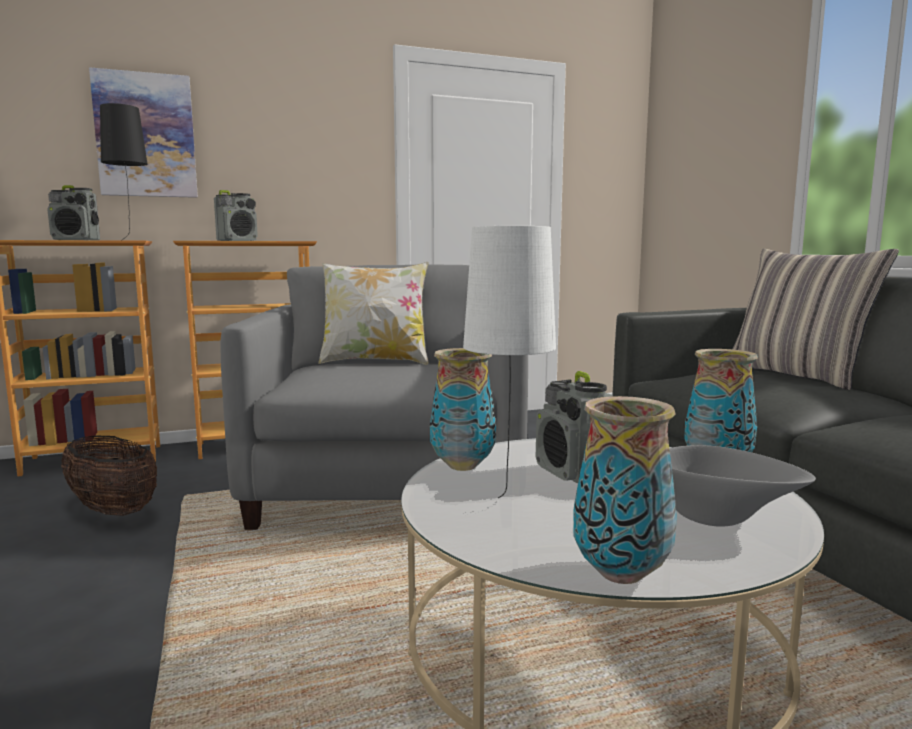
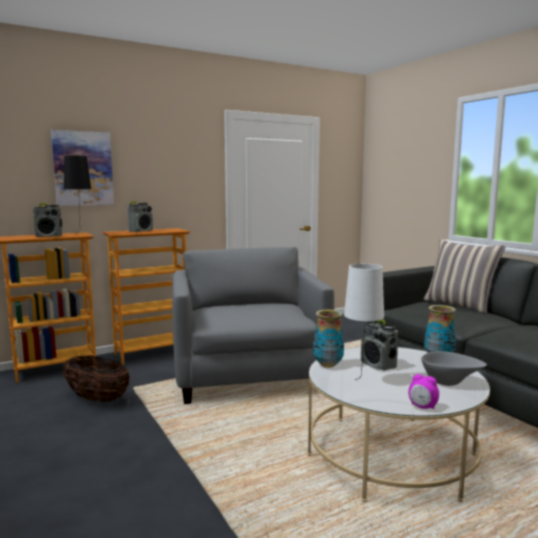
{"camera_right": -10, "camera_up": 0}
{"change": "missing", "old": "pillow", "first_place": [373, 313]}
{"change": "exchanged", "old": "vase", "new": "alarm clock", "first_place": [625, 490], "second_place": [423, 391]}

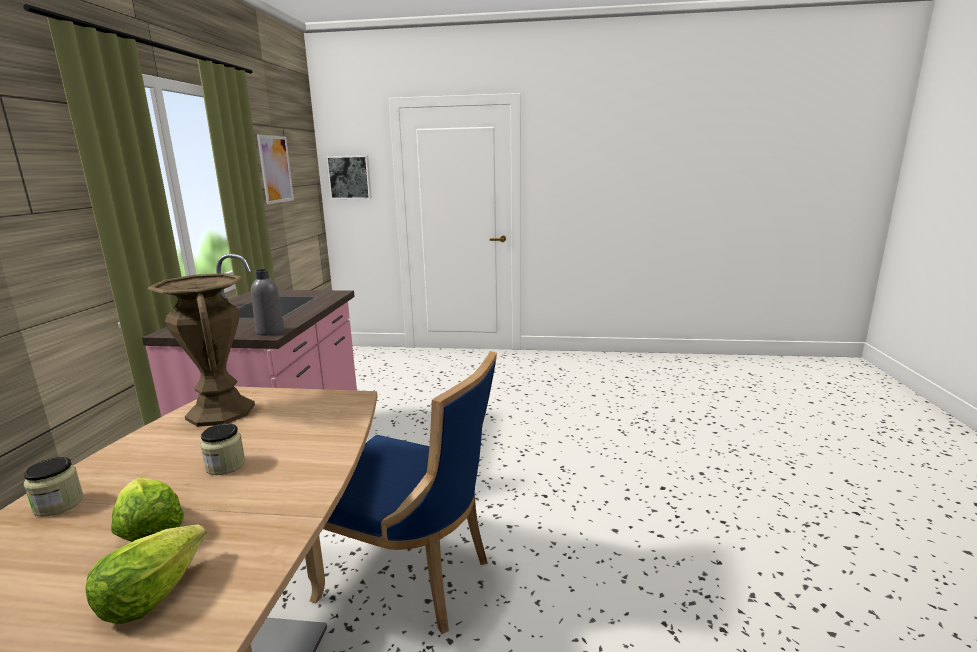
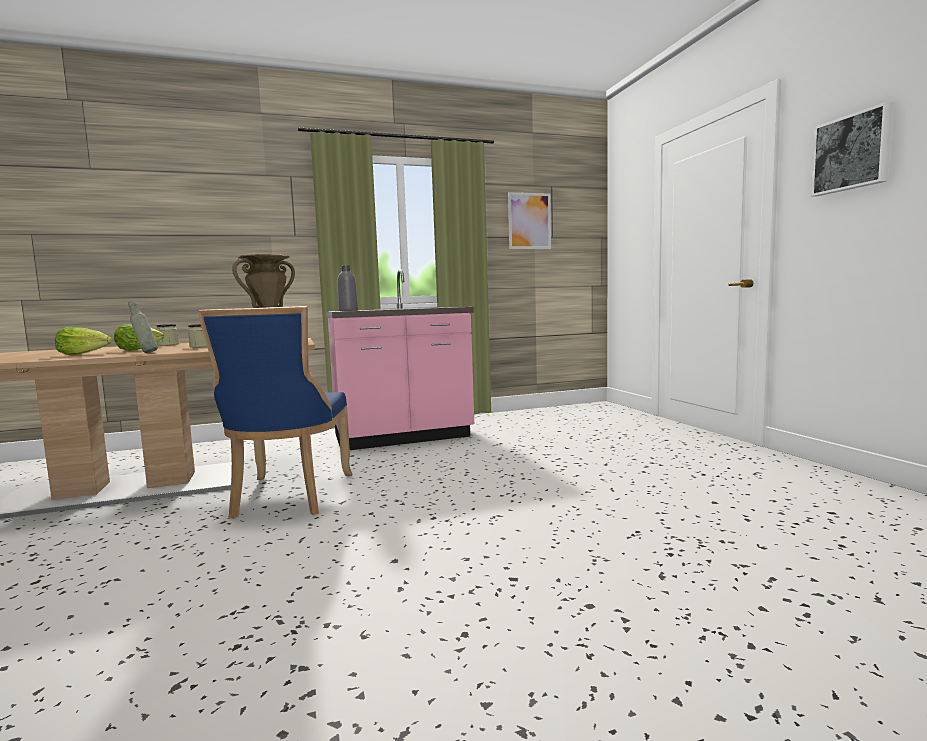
{"camera_right": 65, "camera_up": -10}
{"change": "relocated", "old": "picture", "first_place": [349, 177], "second_place": [852, 149]}
{"change": "appeared", "new": "grey bottle", "second_place": [143, 327]}

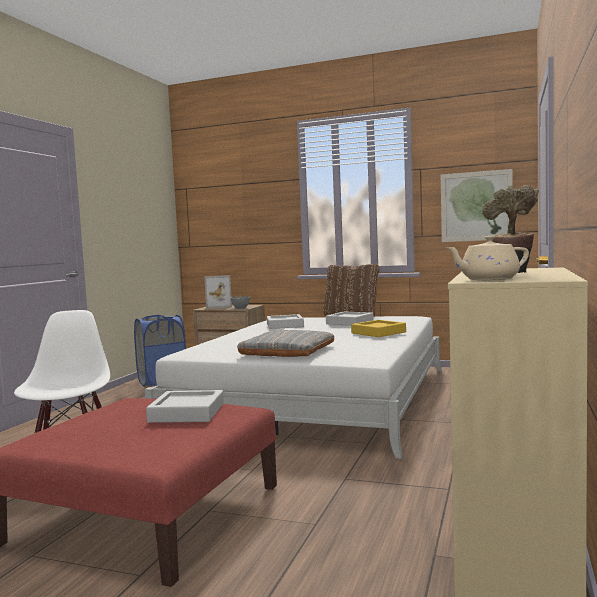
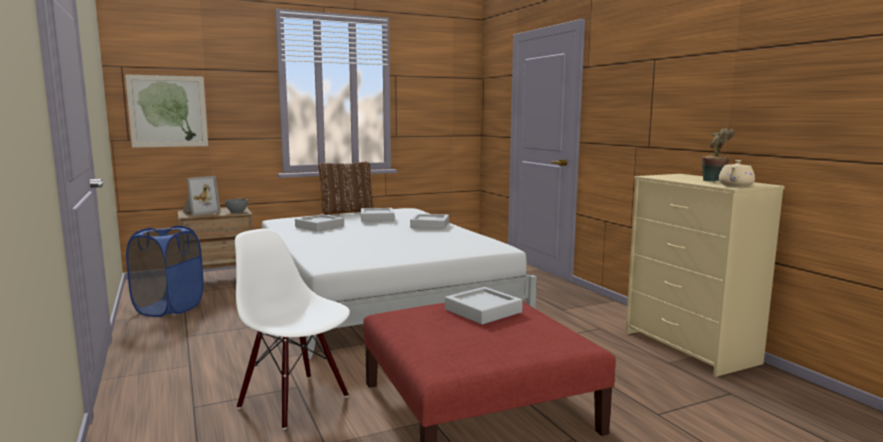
{"camera_right": -45, "camera_up": 5}
{"change": "relocated", "old": "picture", "first_place": [477, 205], "second_place": [166, 111]}
{"change": "colour", "old": "yellow tray", "new": "grey tray", "first_place": [378, 328], "second_place": [429, 221]}
{"change": "missing", "old": "grey pillow", "first_place": [286, 343]}

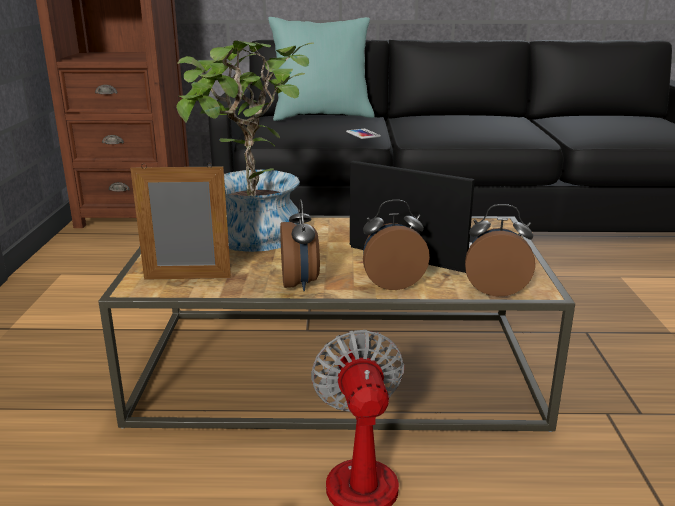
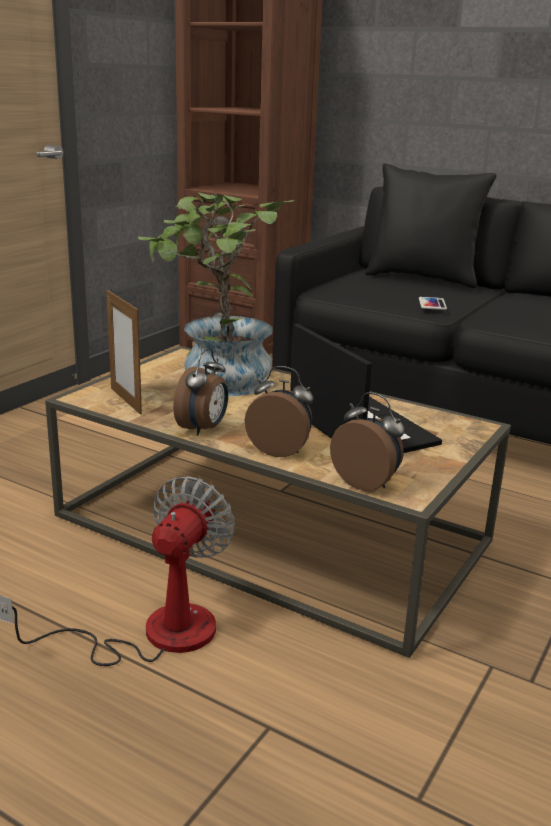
{"camera_right": 30, "camera_up": 0}
{"change": "colour", "old": "turquoise pillow", "new": "black pillow", "first_place": [321, 69], "second_place": [431, 225]}
{"change": "spun", "old": "picture frame", "first_place": [180, 221], "second_place": [124, 352], "degrees": -150}

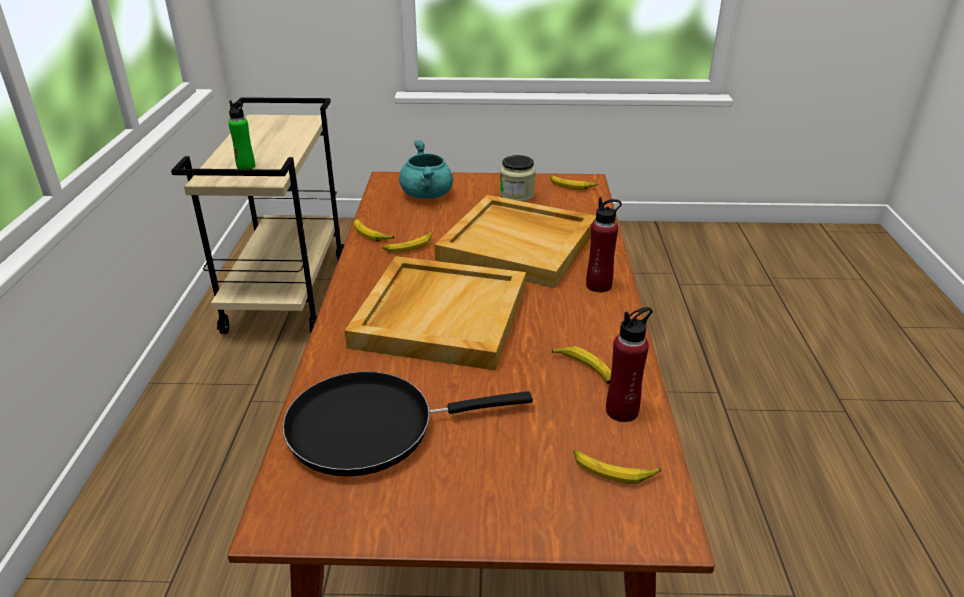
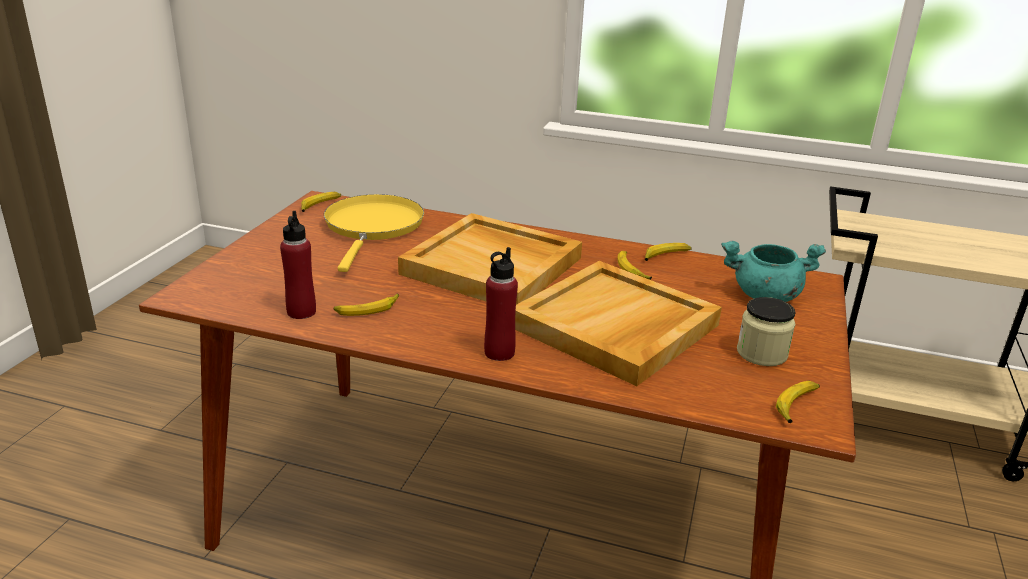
{"camera_right": 105, "camera_up": -5}
{"change": "missing", "old": "green bottle", "first_place": [241, 134]}
{"change": "colour", "old": "black frying pan", "new": "yellow frying pan", "first_place": [407, 423], "second_place": [374, 233]}
{"change": "relocated", "old": "banana", "first_place": [617, 466], "second_place": [321, 202]}

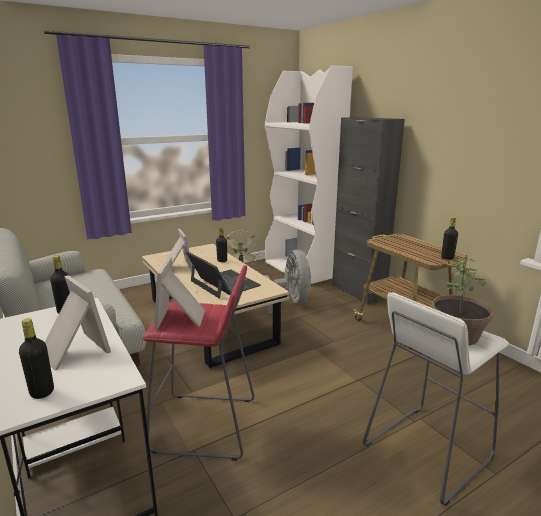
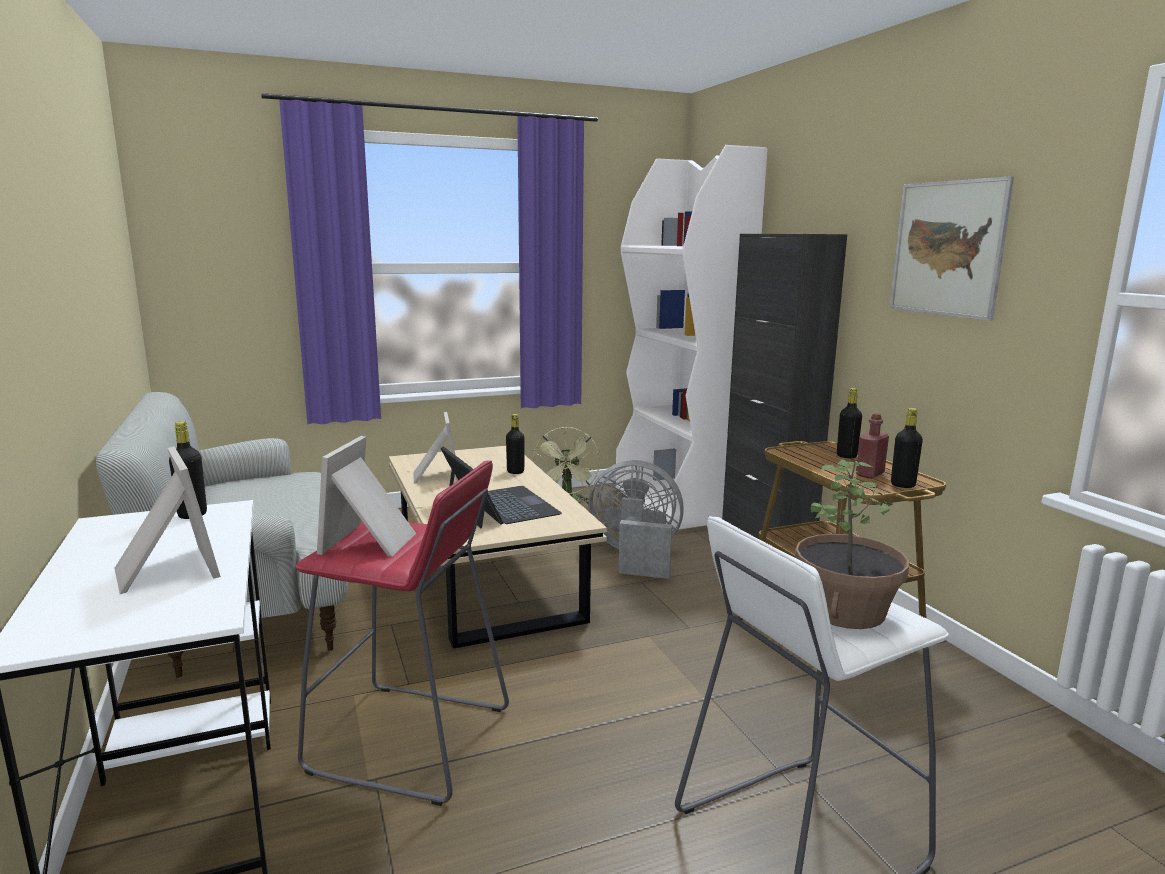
{"camera_right": 10, "camera_up": -5}
{"change": "spun", "old": "grey fan", "first_place": [287, 282], "second_place": [636, 519], "degrees": -75}
{"change": "relocated", "old": "black bottle", "first_place": [36, 358], "second_place": [849, 423]}
{"change": "appeared", "new": "picture", "second_place": [951, 248]}
{"change": "appeared", "new": "red bottle", "second_place": [872, 446]}

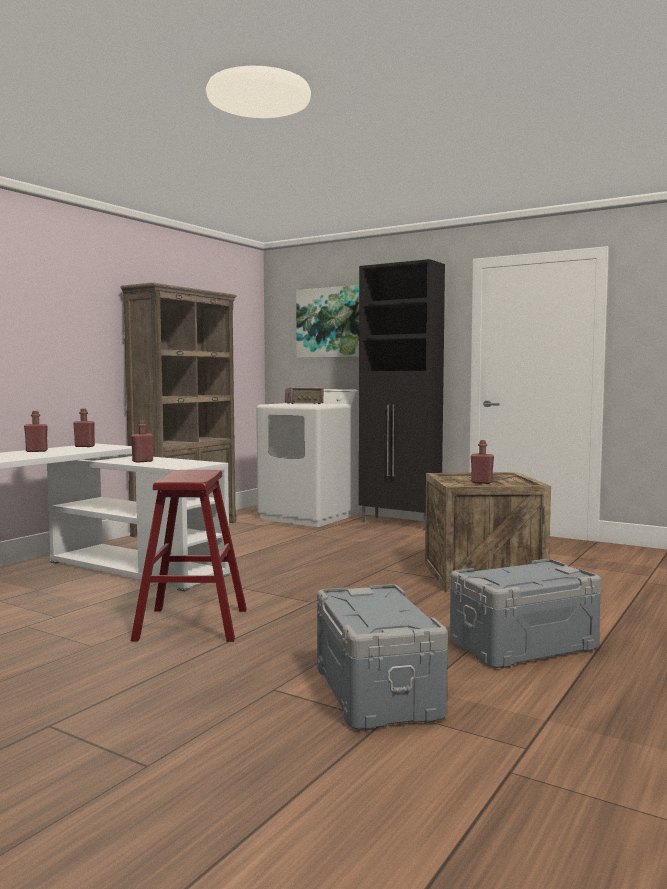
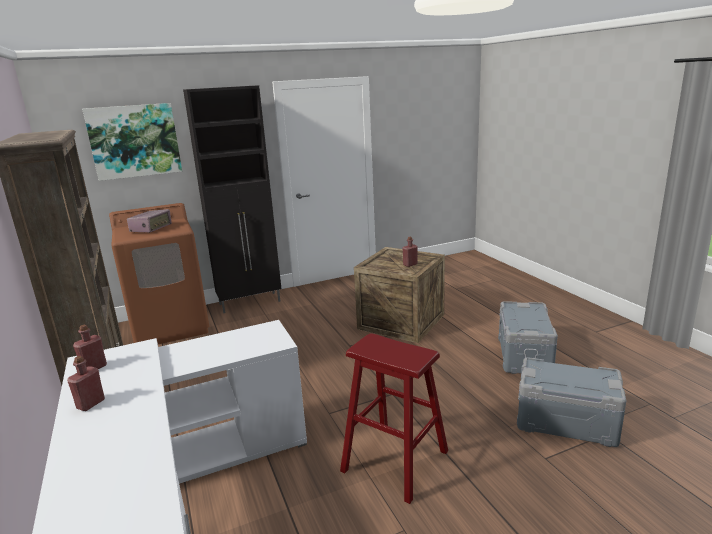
{"camera_right": -55, "camera_up": 15}
{"change": "colour", "old": "white washing machine", "new": "brown washing machine", "first_place": [308, 458], "second_place": [159, 273]}
{"change": "missing", "old": "red bottle", "first_place": [142, 442]}

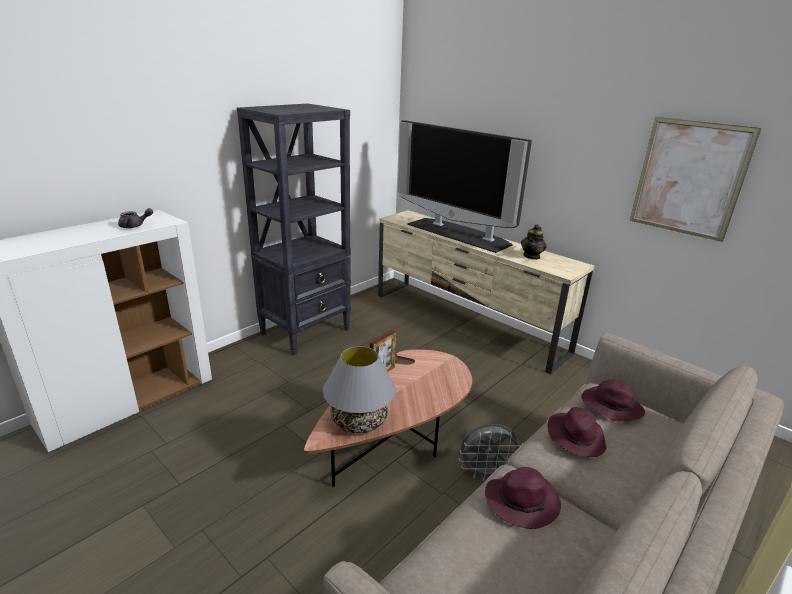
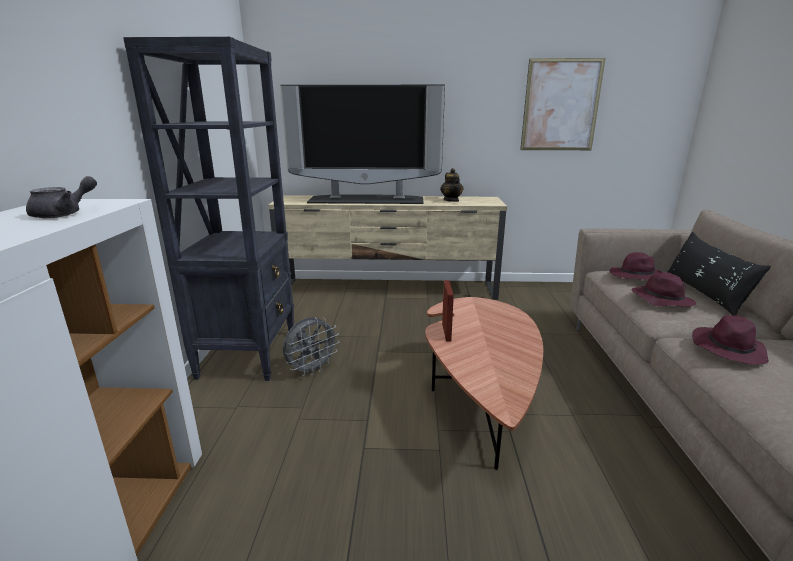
{"camera_right": -40, "camera_up": -5}
{"change": "missing", "old": "grey table lamp", "first_place": [359, 389]}
{"change": "relocated", "old": "grey fan", "first_place": [491, 452], "second_place": [311, 346]}
{"change": "appeared", "new": "black pillow", "second_place": [719, 274]}

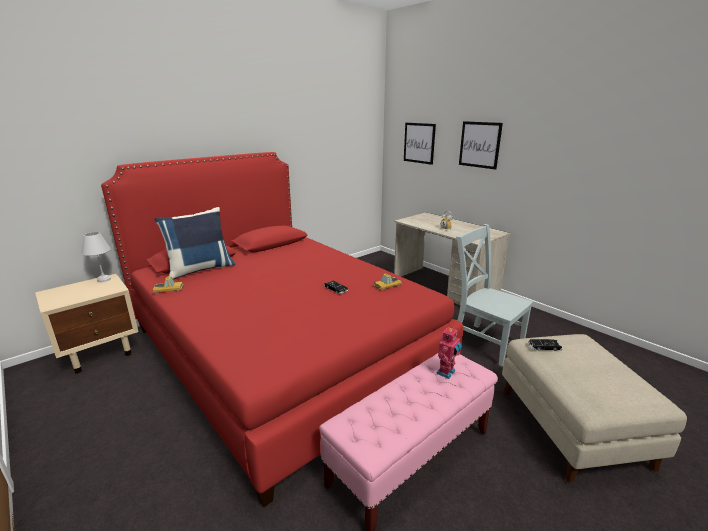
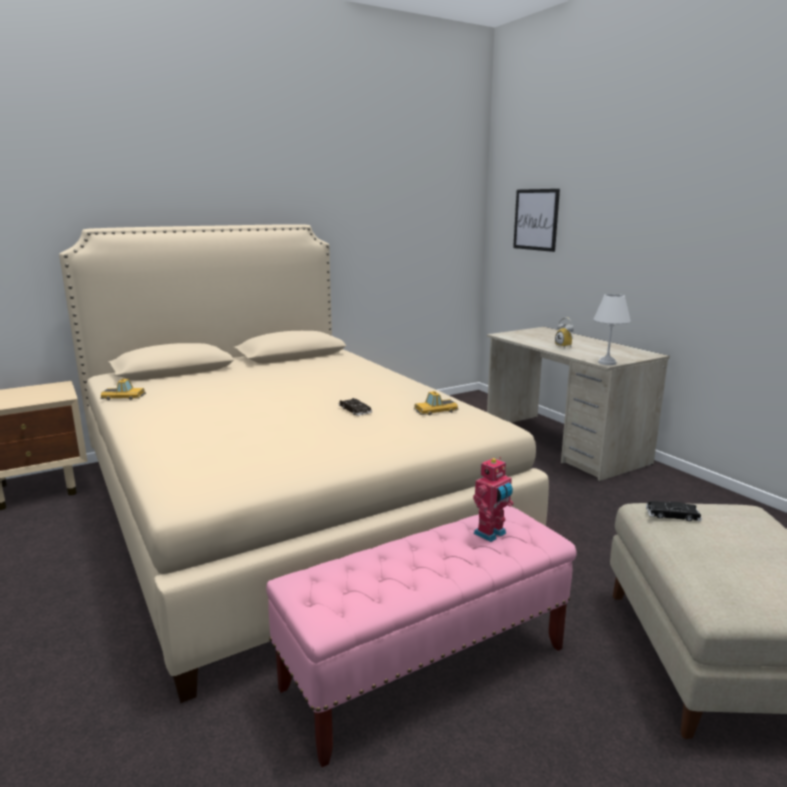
{"camera_right": 10, "camera_up": -5}
{"change": "missing", "old": "picture", "first_place": [481, 145]}
{"change": "colour", "old": "red bed", "new": "beige bed", "first_place": [282, 329], "second_place": [304, 463]}
{"change": "missing", "old": "blue pillow", "first_place": [195, 243]}
{"change": "missing", "old": "grey chair", "first_place": [494, 295]}
{"change": "relocated", "old": "white table lamp", "first_place": [96, 257], "second_place": [612, 329]}

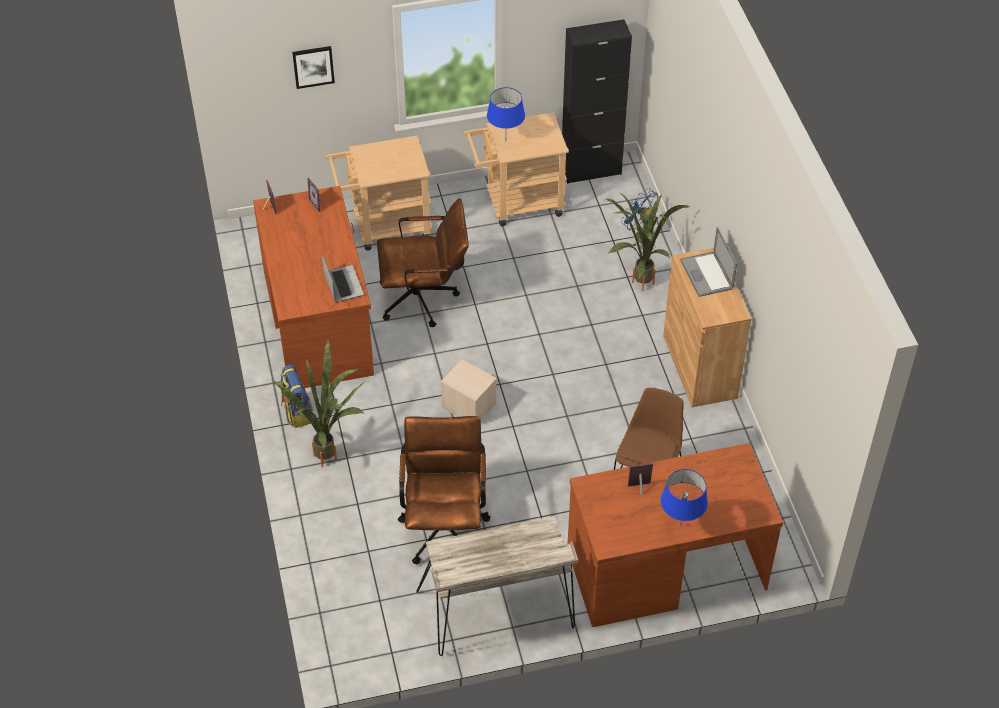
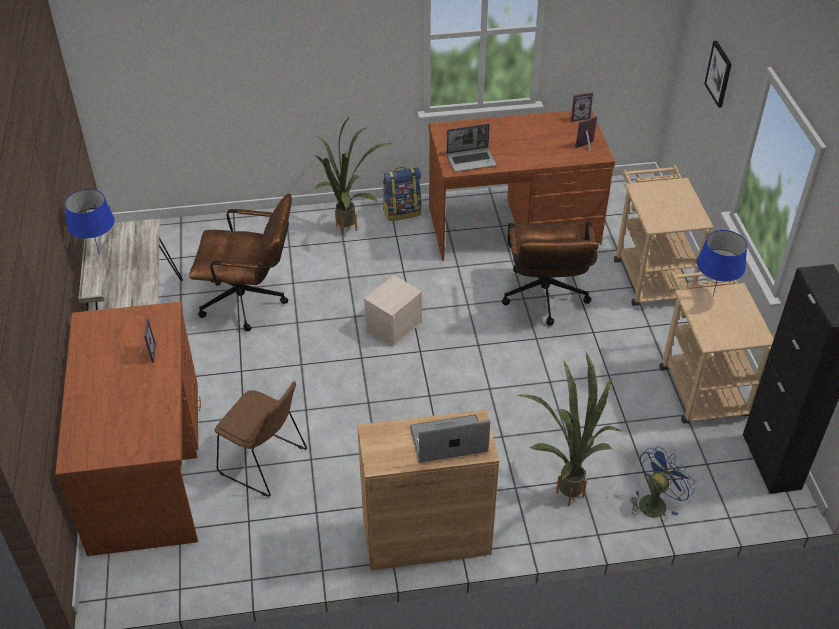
{"camera_right": 95, "camera_up": -5}
{"change": "relocated", "old": "blue table lamp", "first_place": [684, 496], "second_place": [90, 222]}

